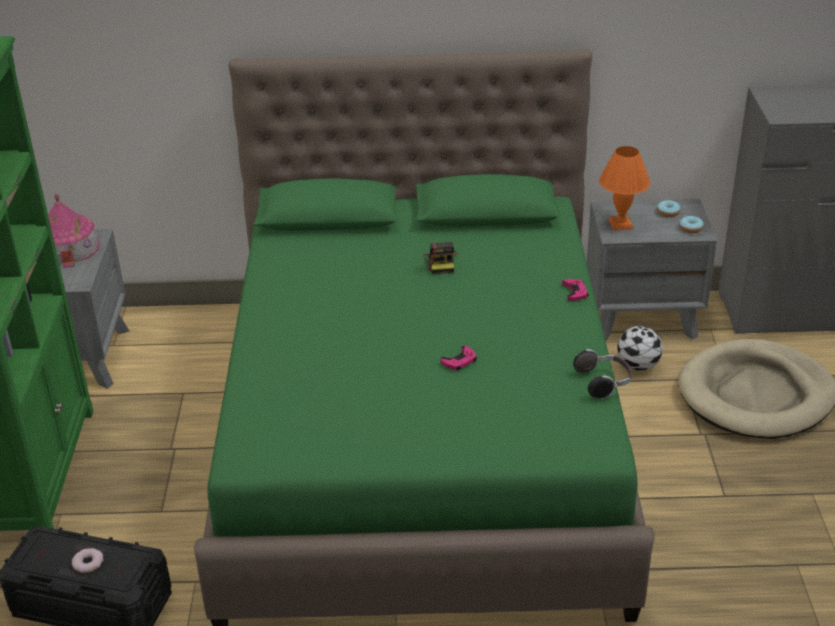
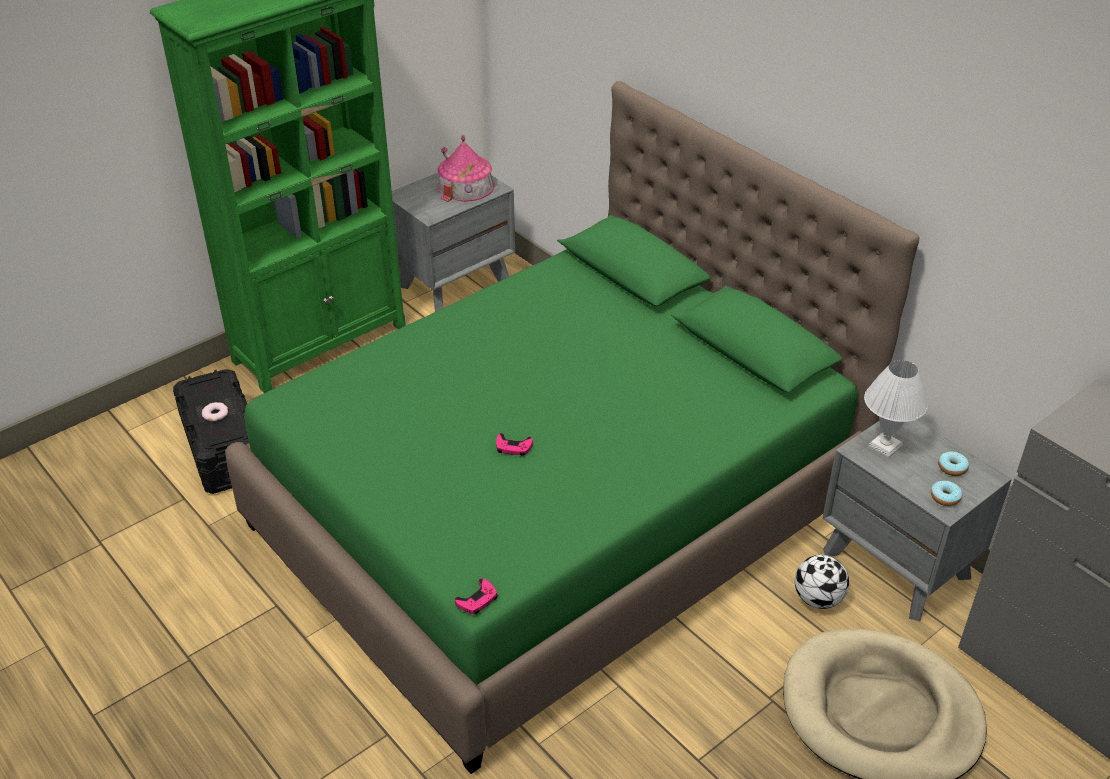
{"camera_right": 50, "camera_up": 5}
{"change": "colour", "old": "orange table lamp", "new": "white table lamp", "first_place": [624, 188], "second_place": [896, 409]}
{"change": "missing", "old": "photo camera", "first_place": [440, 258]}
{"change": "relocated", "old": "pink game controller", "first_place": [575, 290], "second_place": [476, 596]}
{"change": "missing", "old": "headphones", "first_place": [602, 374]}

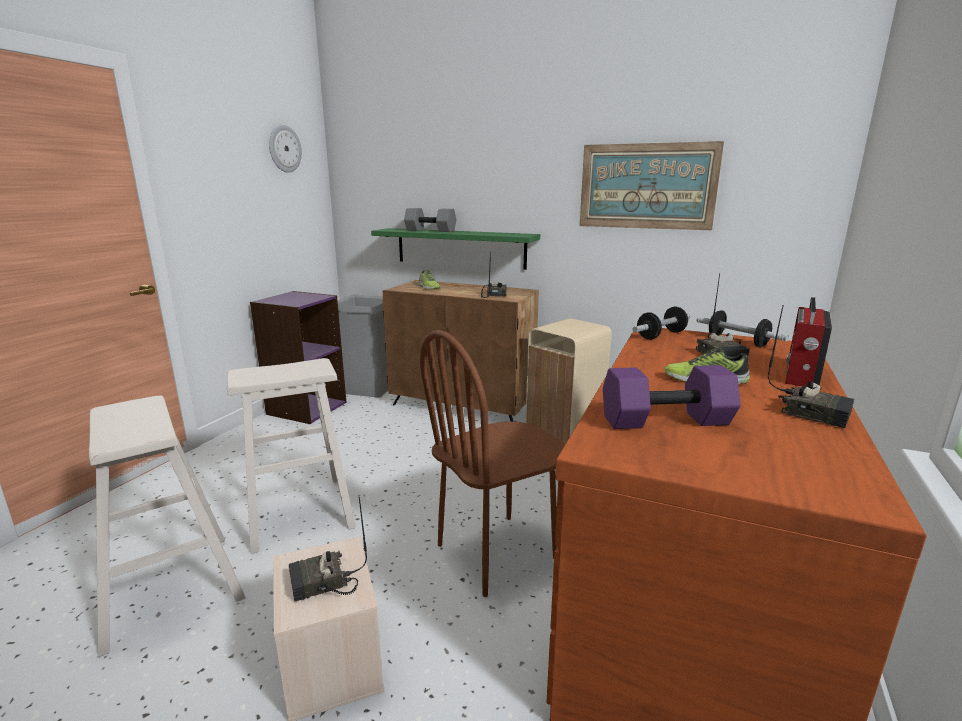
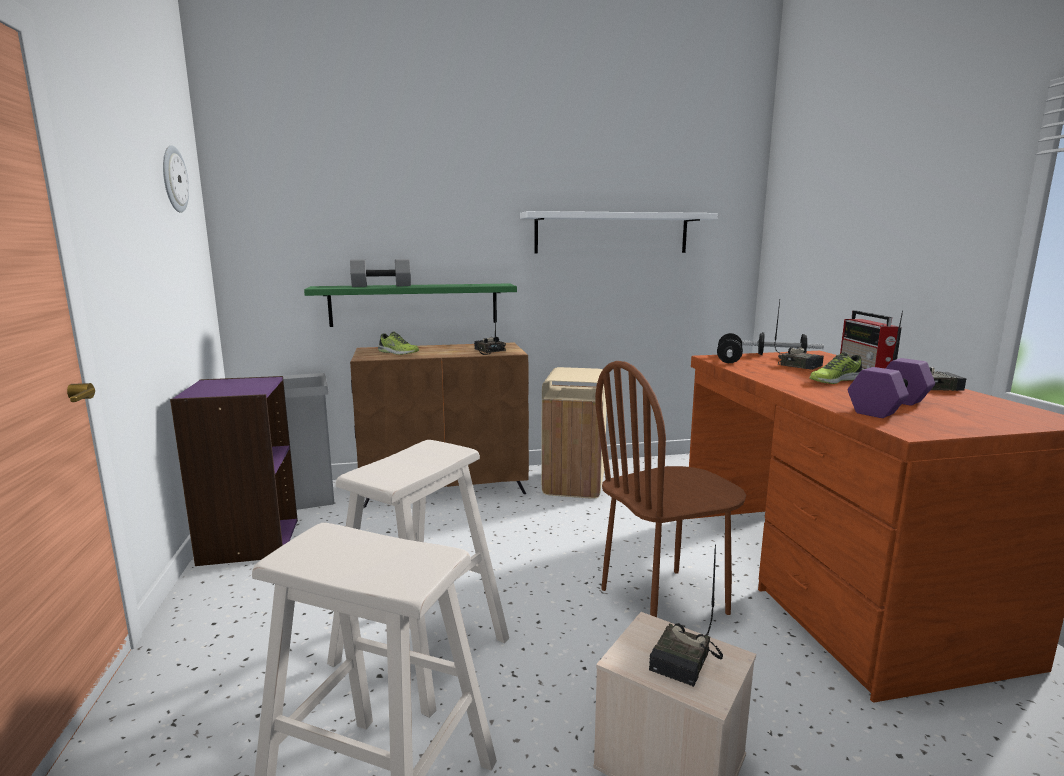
{"camera_right": -35, "camera_up": -5}
{"change": "exchanged", "old": "picture", "new": "white shelf", "first_place": [652, 185], "second_place": [619, 232]}
{"change": "spun", "old": "brown chair", "first_place": [492, 463], "second_place": [670, 489], "degrees": 45}

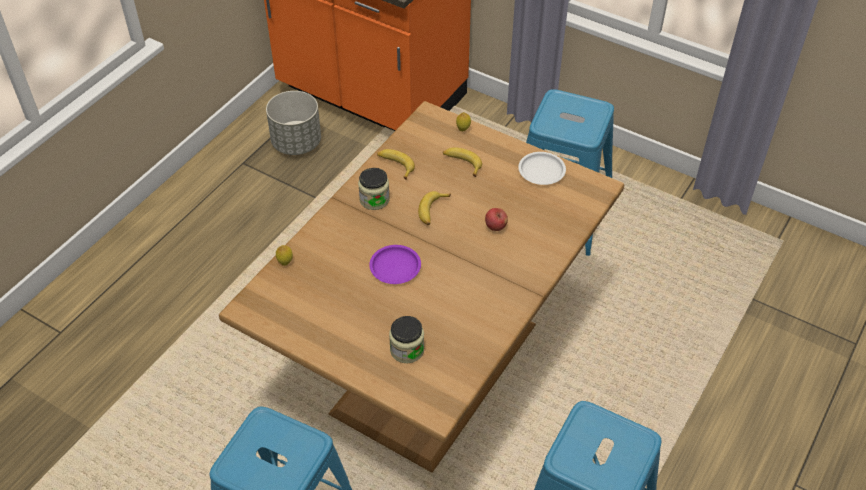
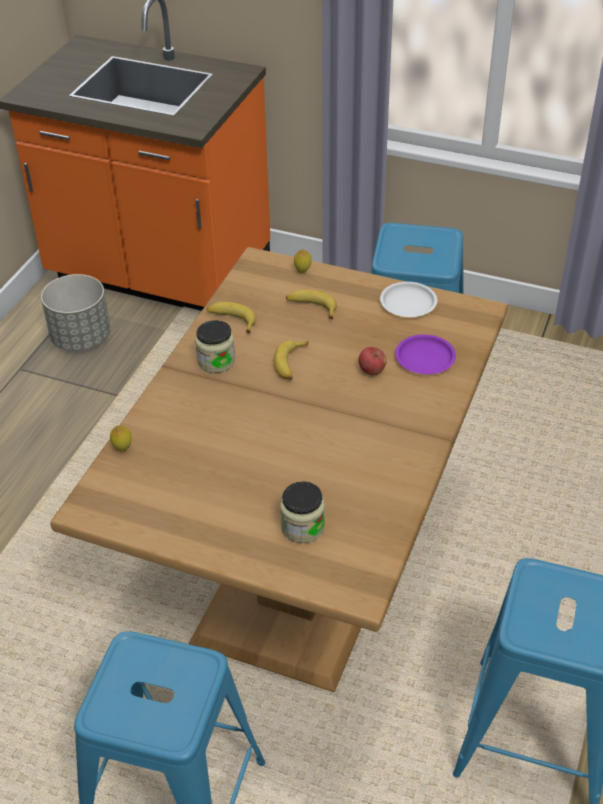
{"camera_right": -10, "camera_up": -5}
{"change": "relocated", "old": "purple plate", "first_place": [395, 264], "second_place": [425, 354]}

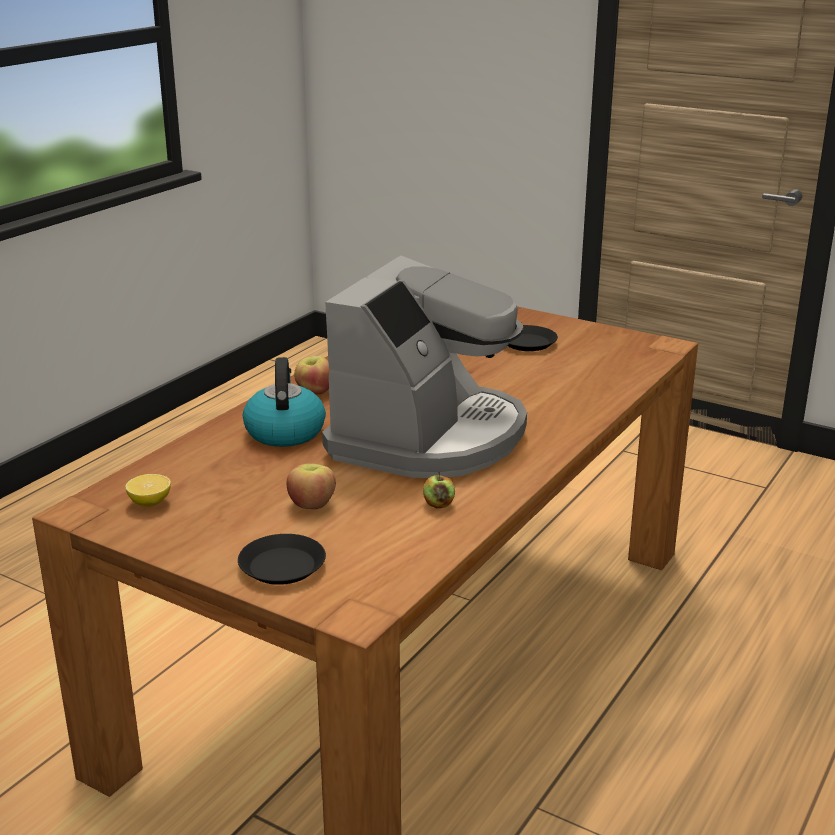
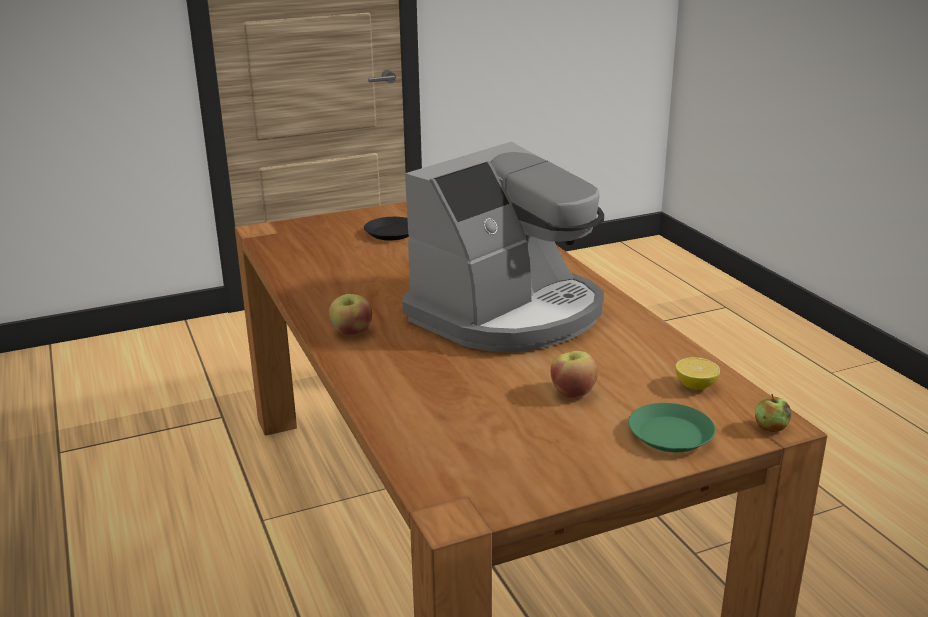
{"camera_right": -55, "camera_up": 0}
{"change": "spun", "old": "coffee machine", "first_place": [424, 366], "second_place": [503, 247], "degrees": 75}
{"change": "missing", "old": "kettle", "first_place": [284, 402]}
{"change": "relocated", "old": "apple", "first_place": [439, 490], "second_place": [773, 413]}
{"change": "relocated", "old": "lemon", "first_place": [148, 490], "second_place": [697, 373]}
{"change": "colour", "old": "black plate", "new": "green plate", "first_place": [282, 559], "second_place": [671, 427]}

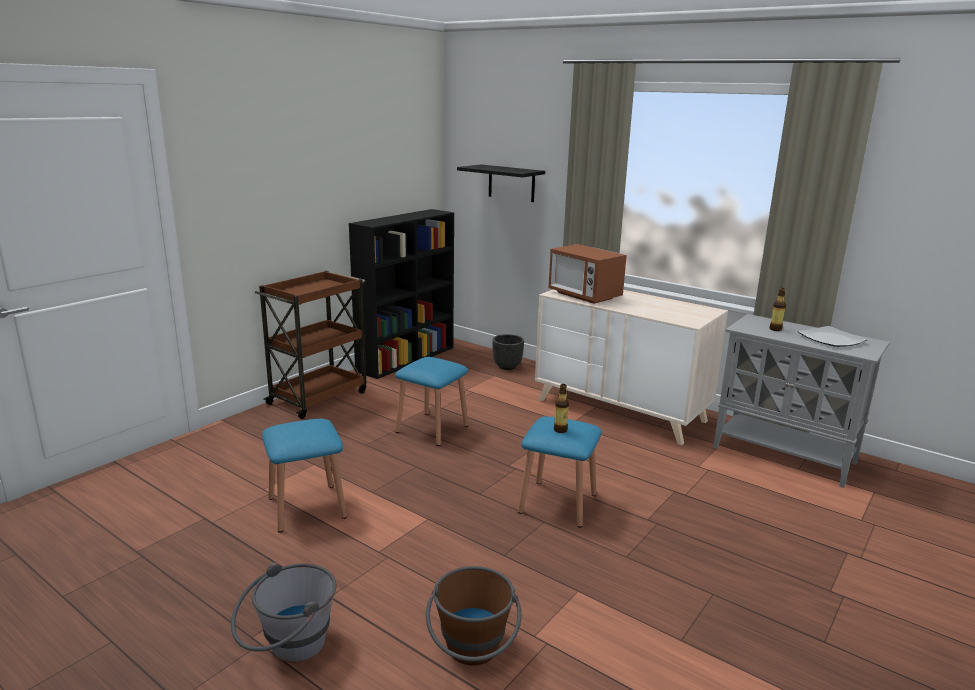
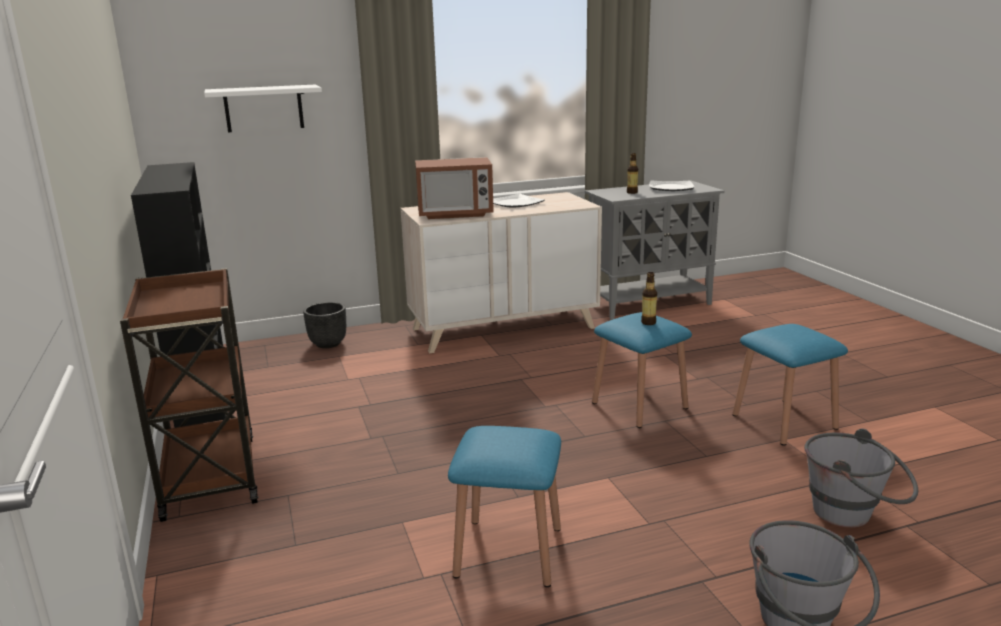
{"camera_right": -55, "camera_up": 0}
{"change": "colour", "old": "black shelf", "new": "white shelf", "first_place": [501, 183], "second_place": [263, 108]}
{"change": "relocated", "old": "blue stool", "first_place": [431, 401], "second_place": [790, 385]}
{"change": "colour", "old": "brown bucket", "new": "grey bucket", "first_place": [473, 615], "second_place": [861, 478]}
{"change": "appeared", "new": "plate", "second_place": [519, 201]}

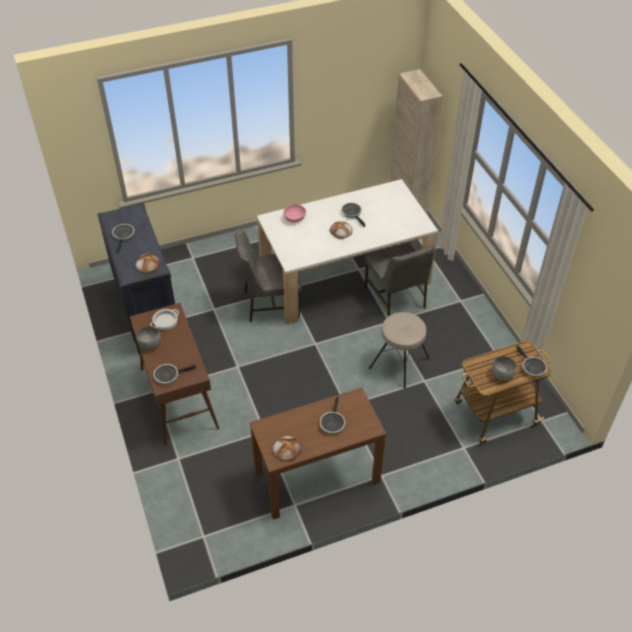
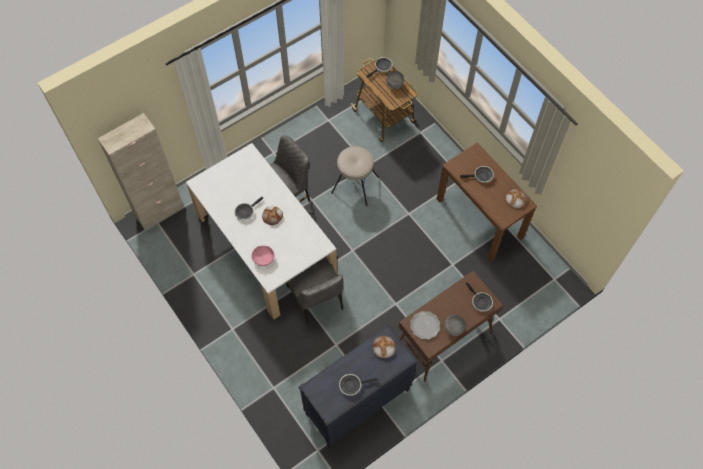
{"camera_right": -105, "camera_up": 15}
{"change": "exchanged", "old": "cooking pot", "new": "plate", "first_place": [164, 319], "second_place": [425, 325]}

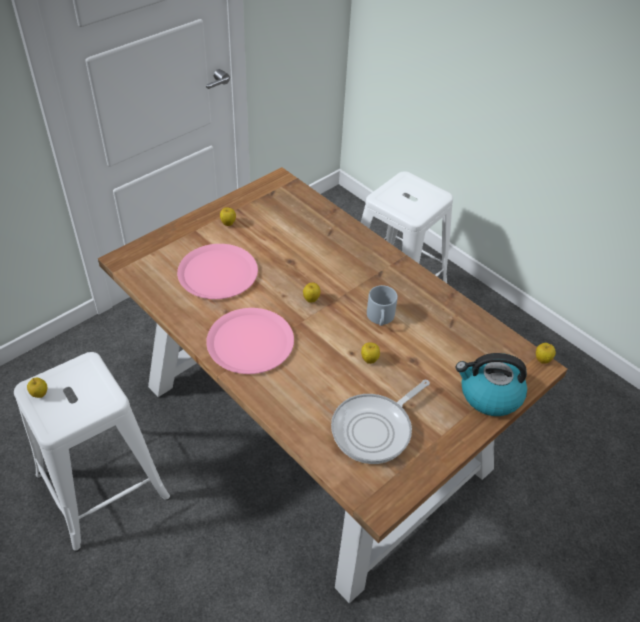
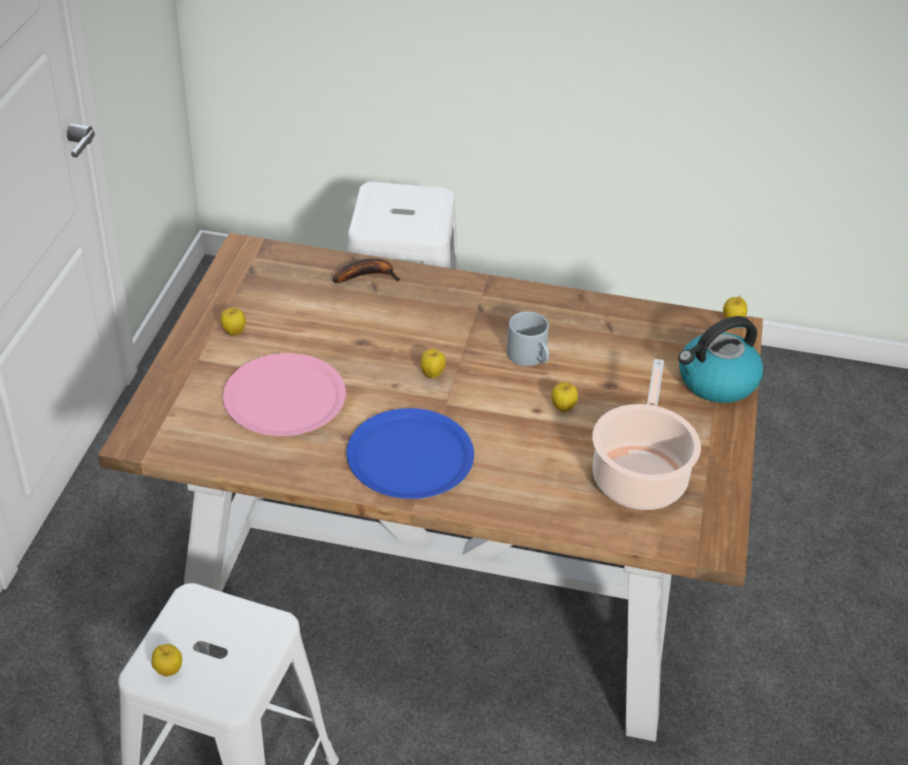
{"camera_right": -35, "camera_up": -5}
{"change": "colour", "old": "pink plate", "new": "blue plate", "first_place": [250, 341], "second_place": [410, 453]}
{"change": "exchanged", "old": "frying pan", "new": "cooking pot", "first_place": [380, 422], "second_place": [646, 434]}
{"change": "appeared", "new": "banana", "second_place": [366, 271]}

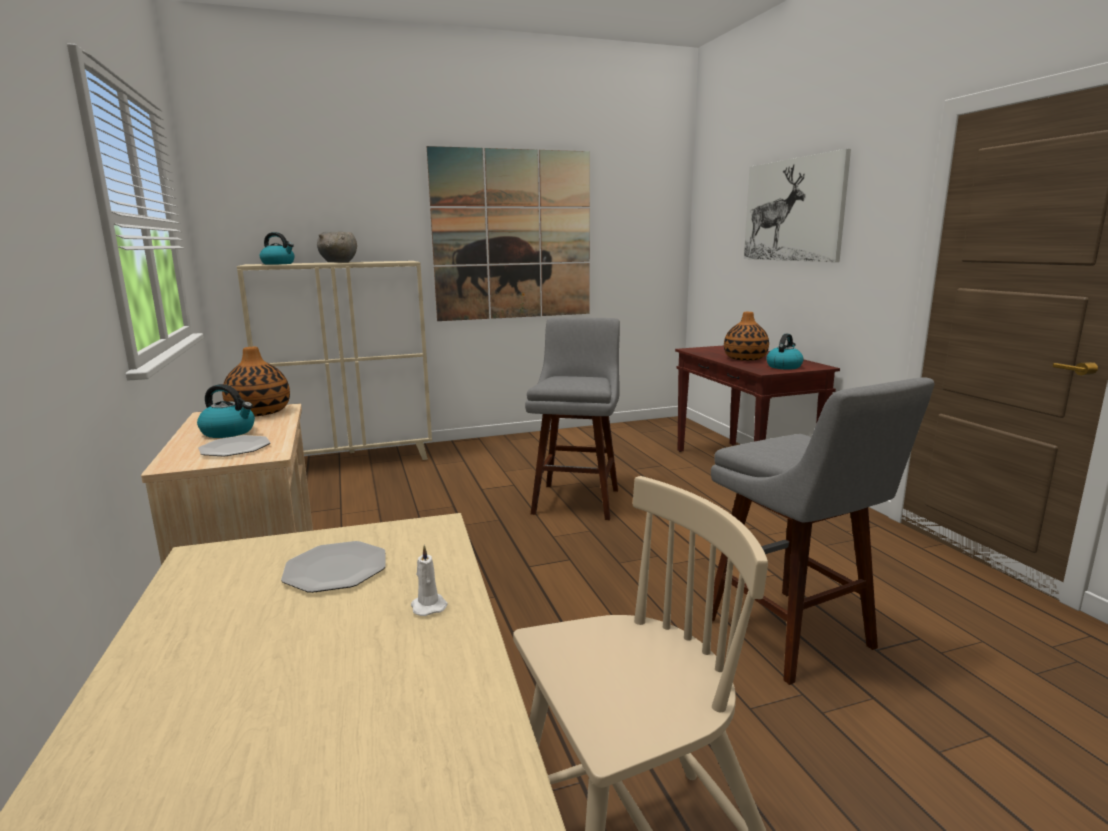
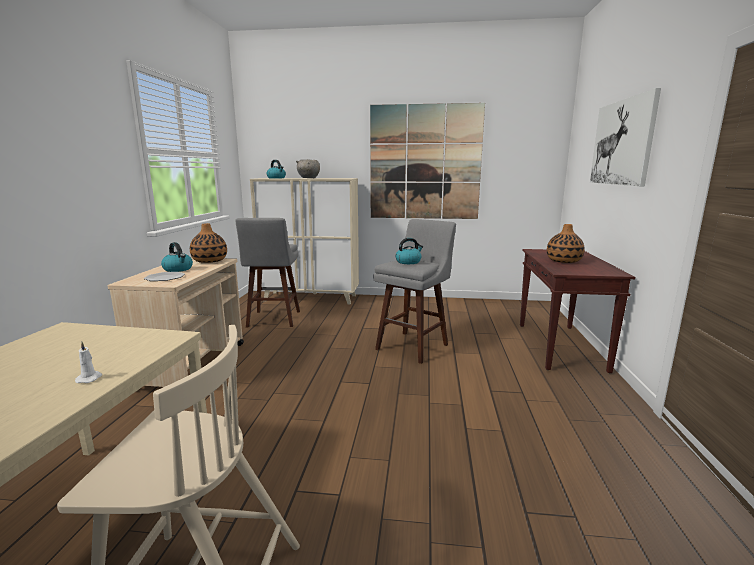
{"camera_right": 25, "camera_up": 0}
{"change": "relocated", "old": "kettle", "first_place": [785, 352], "second_place": [409, 251]}
{"change": "relocated", "old": "grey stool", "first_place": [823, 531], "second_place": [267, 272]}
{"change": "missing", "old": "plate", "first_place": [333, 567]}

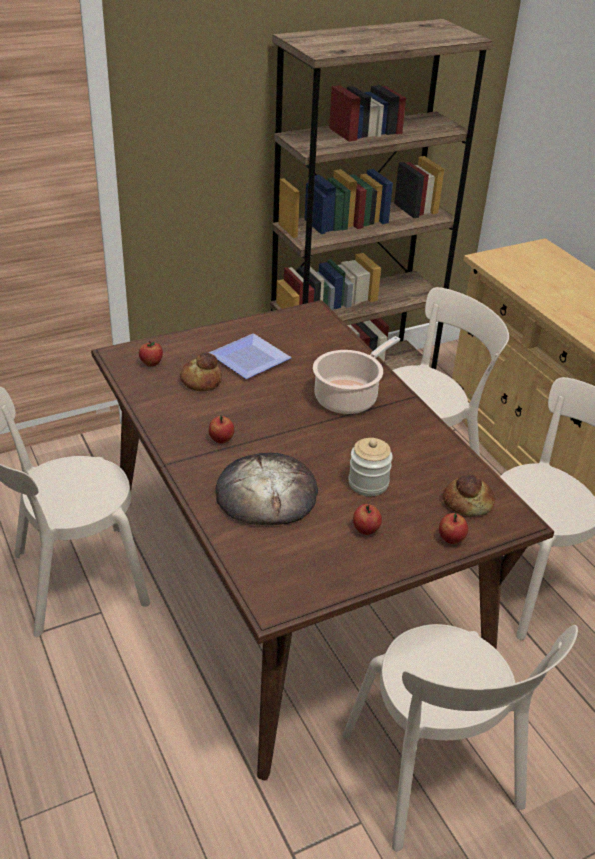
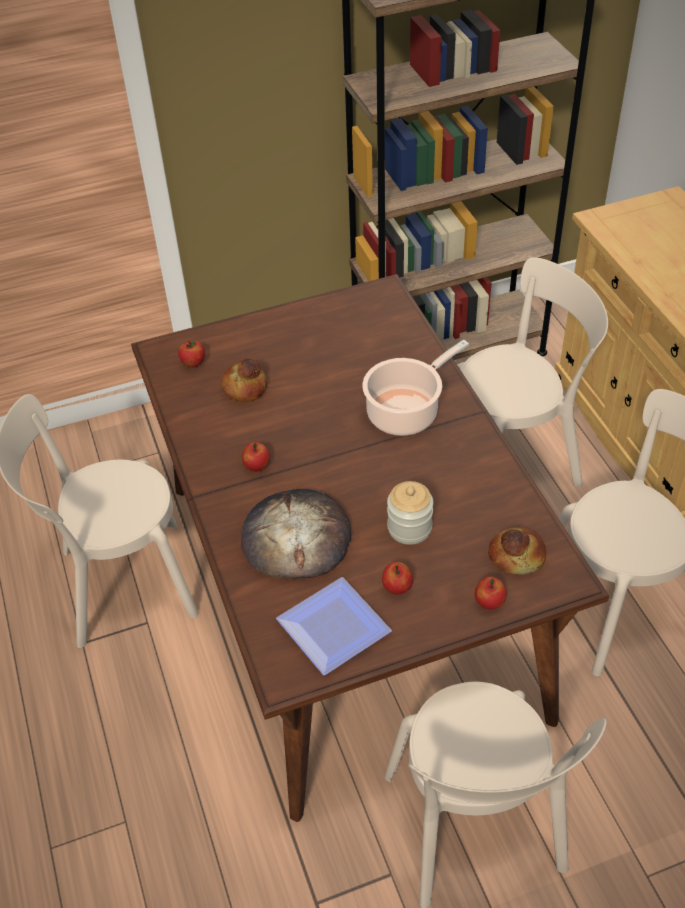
{"camera_right": 10, "camera_up": 10}
{"change": "relocated", "old": "plate", "first_place": [250, 356], "second_place": [334, 626]}

